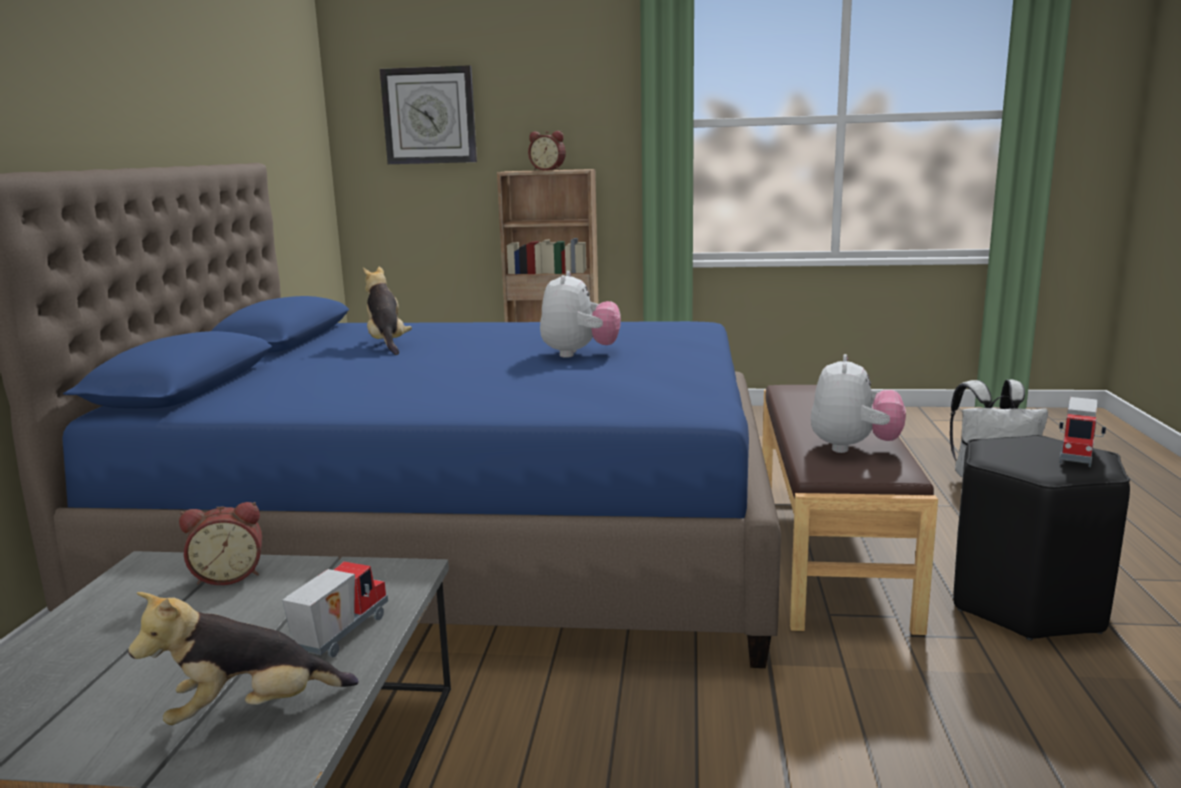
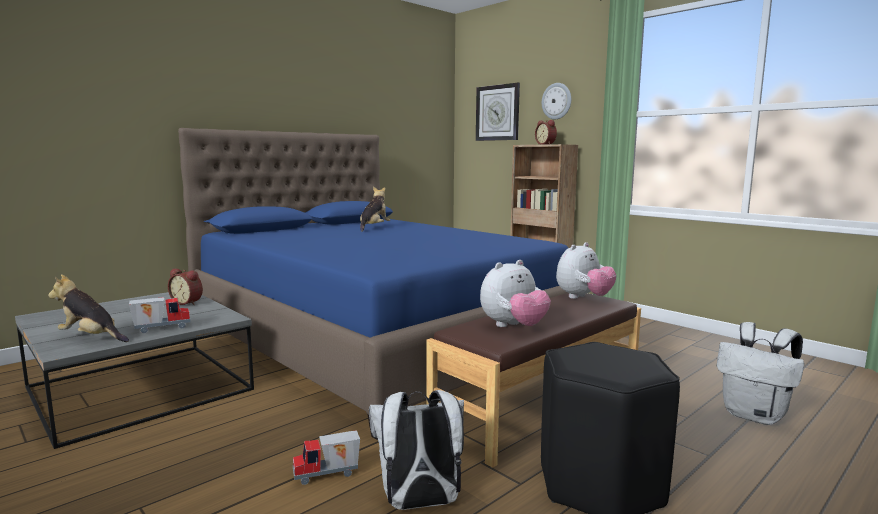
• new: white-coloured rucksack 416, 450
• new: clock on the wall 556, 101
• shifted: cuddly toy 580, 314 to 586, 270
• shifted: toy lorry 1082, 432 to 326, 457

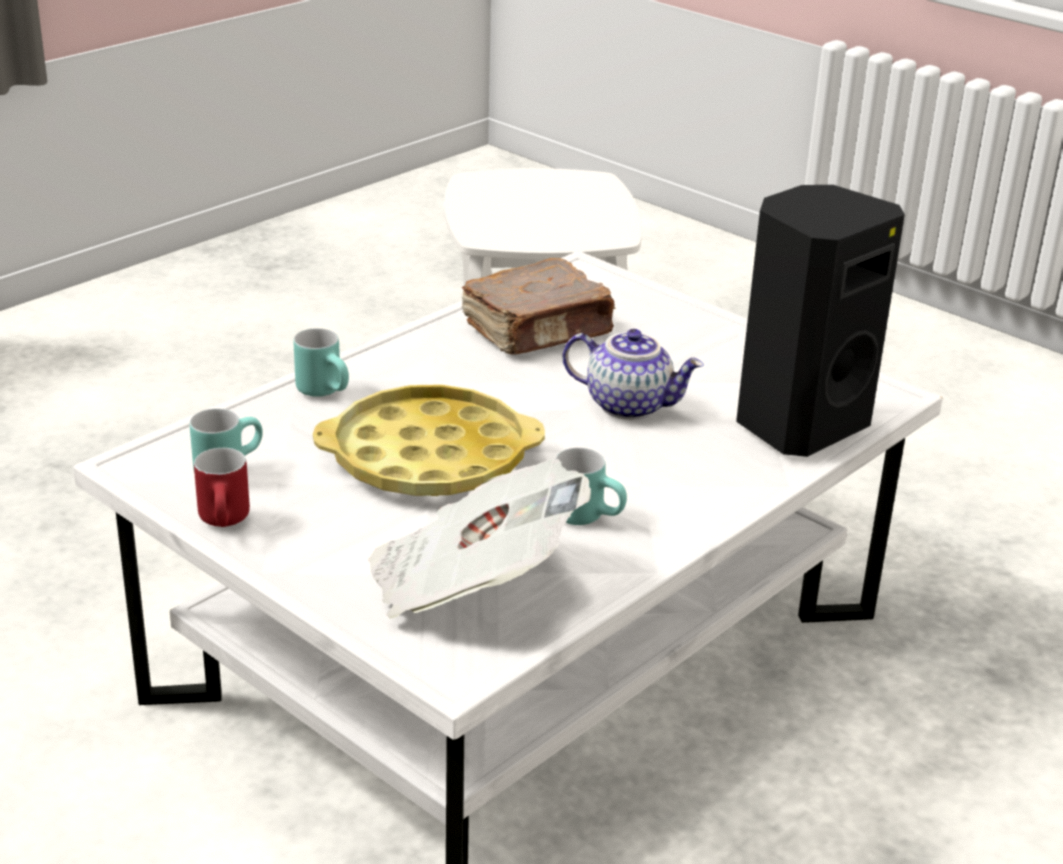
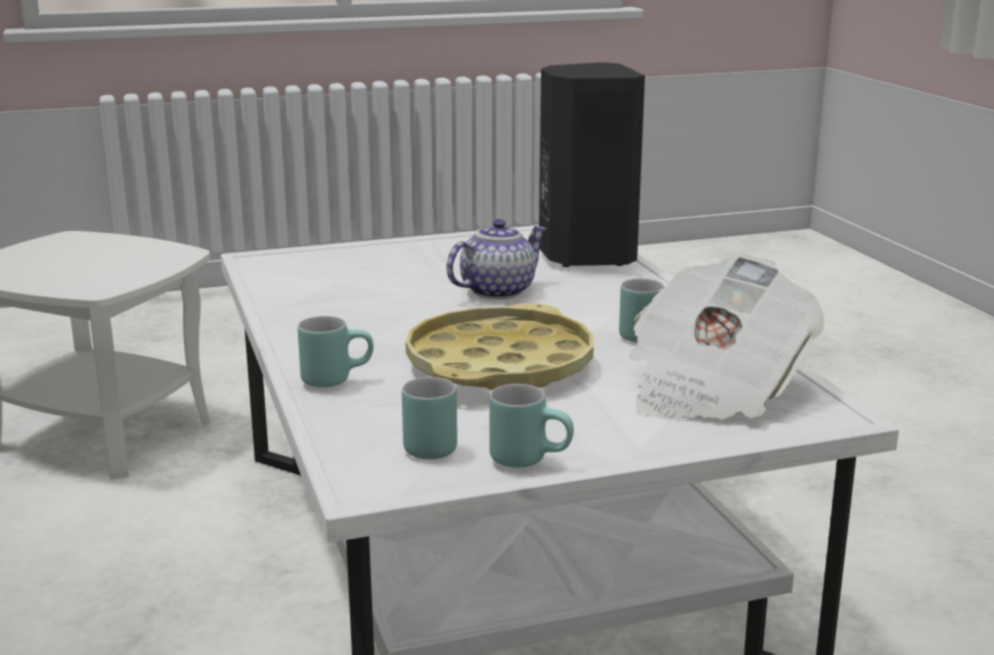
• gone: brown bound book 539, 306
• repainted: red tea mug 222, 487 to turquoise tea mug 531, 426

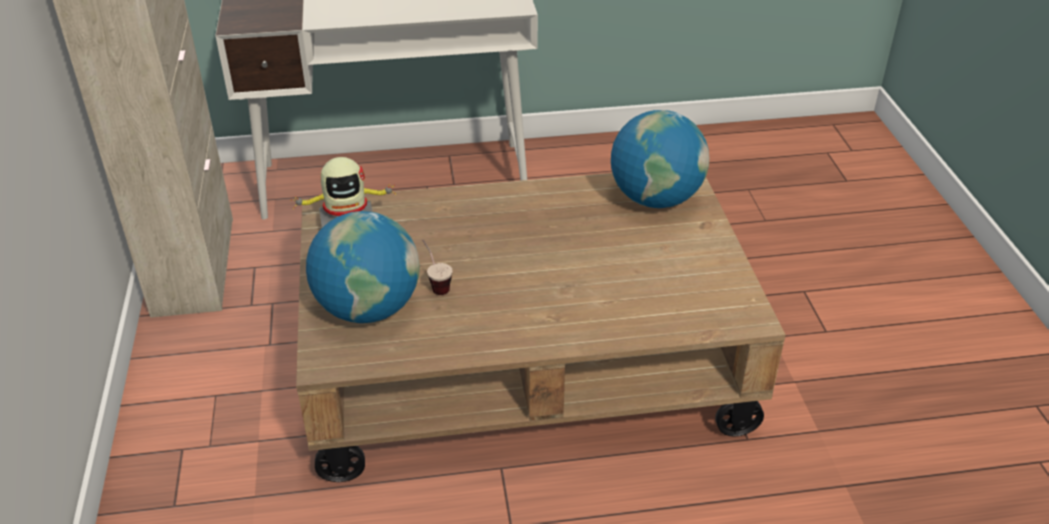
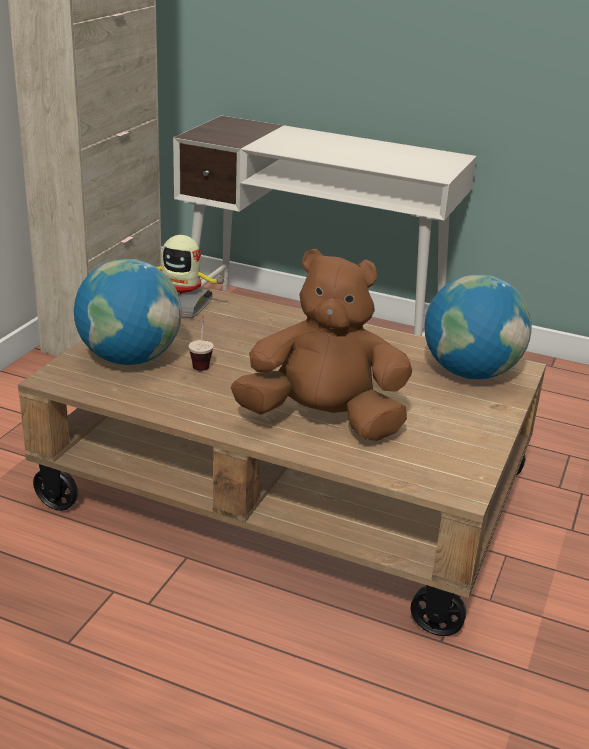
• new: brown cuddly toy 321, 345

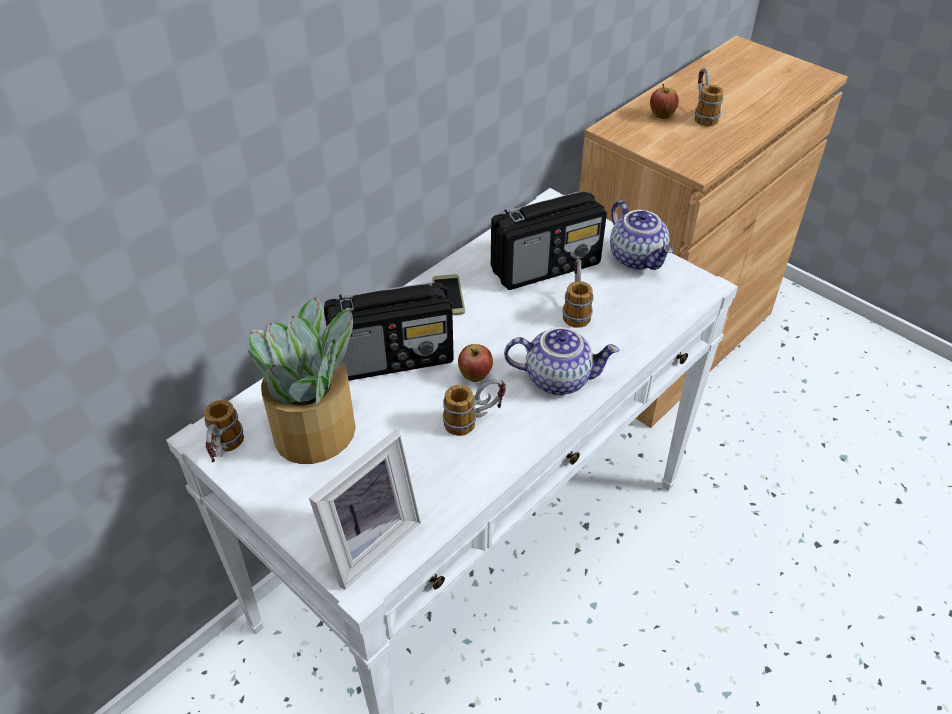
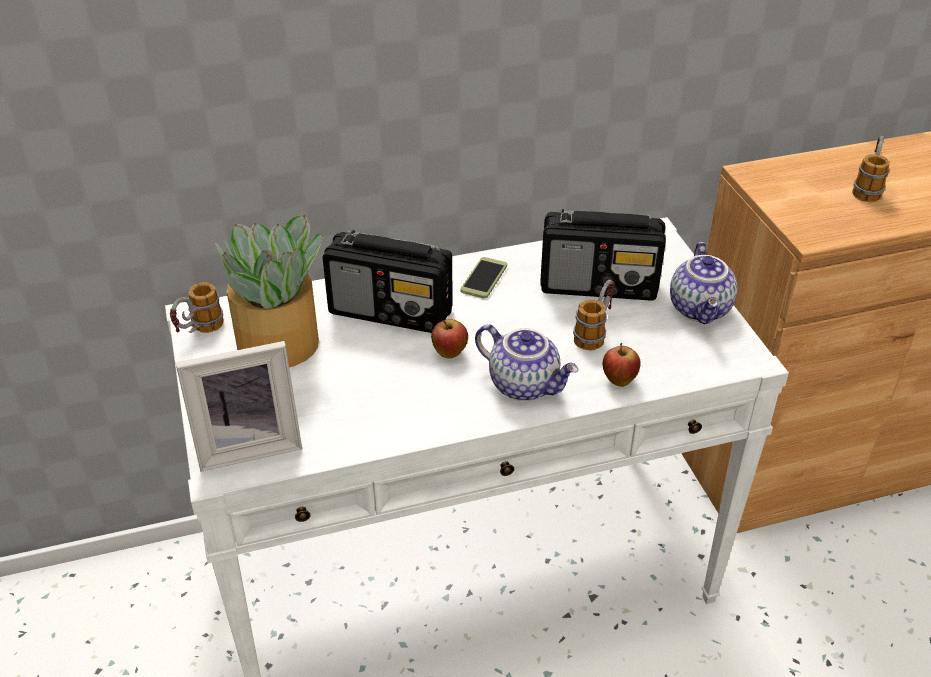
• gone: tea mug 474, 407
• shifted: apple 664, 101 to 622, 365

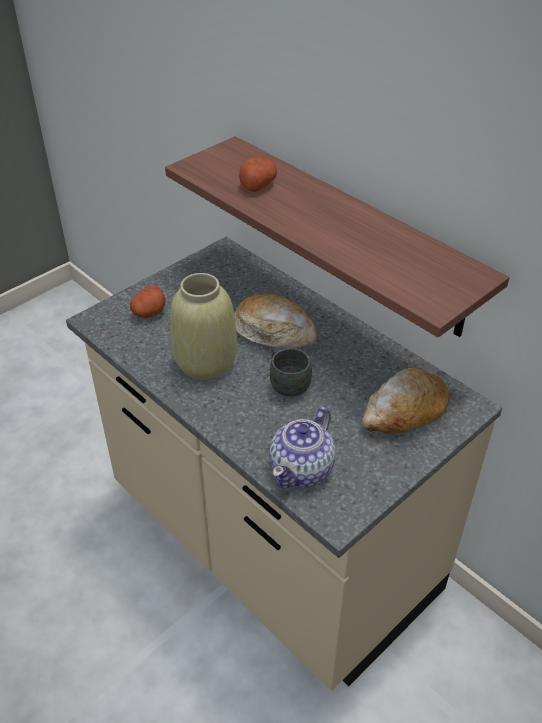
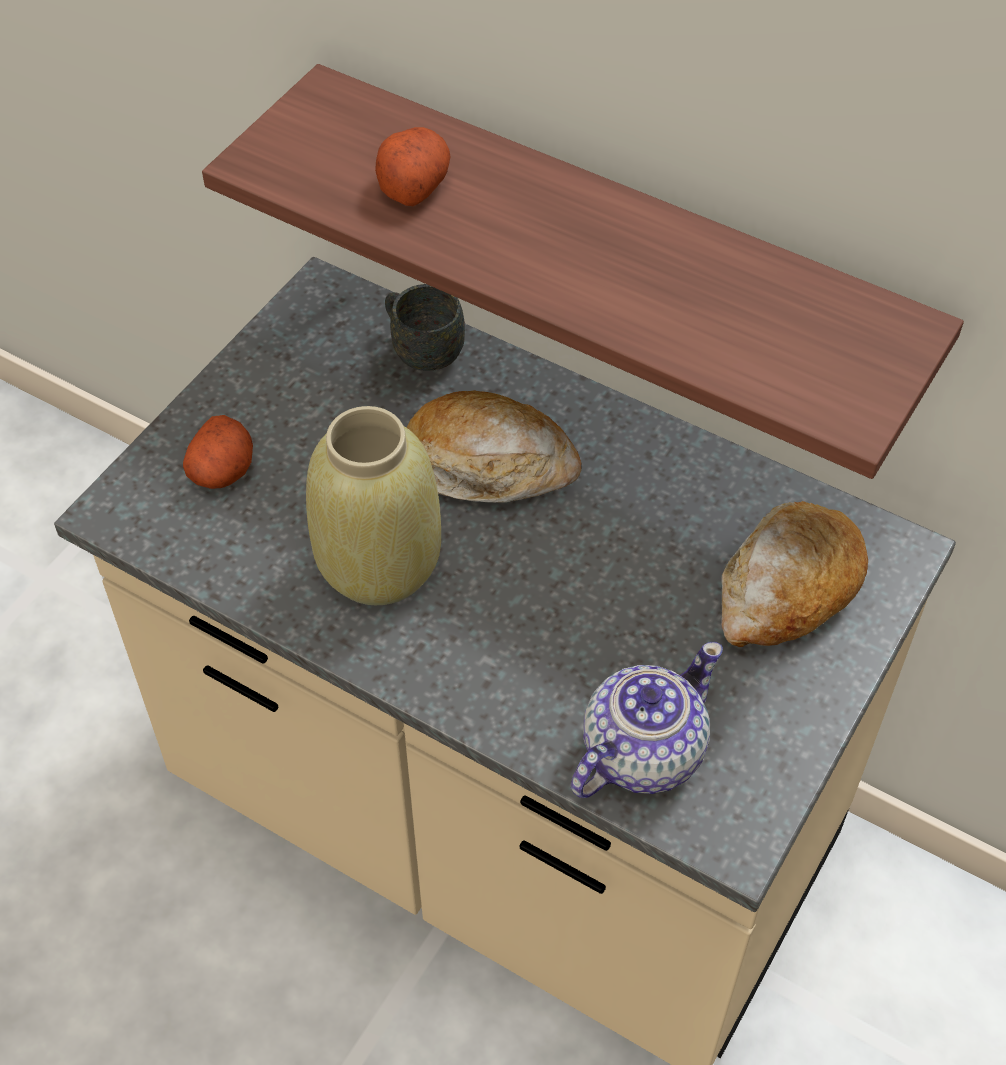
• shifted: gray tea mug 291, 372 to 425, 327
• rotated: teapot 302, 447 = 646, 720 150 degrees counterclockwise

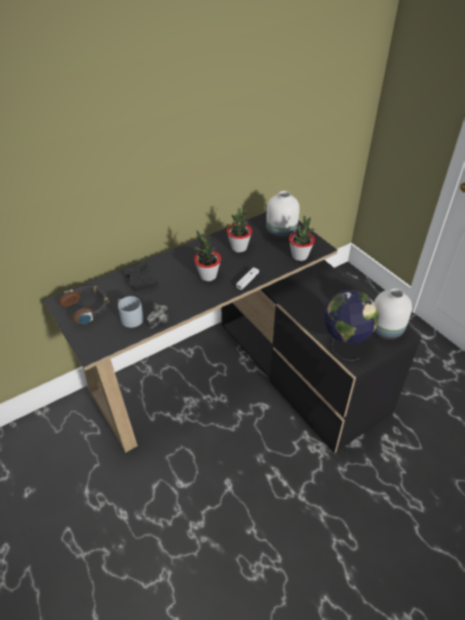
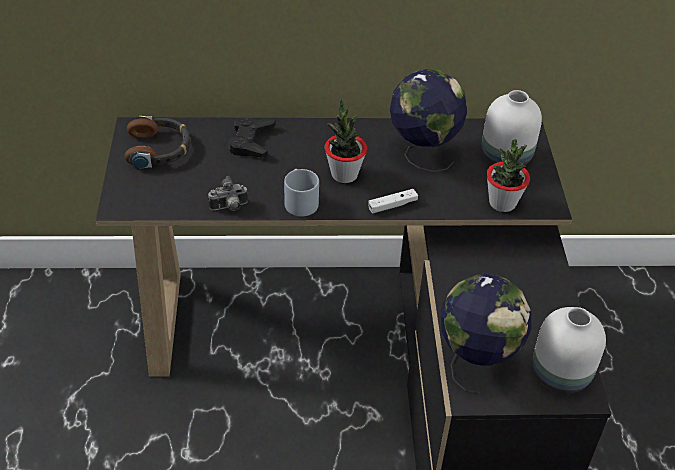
• shifted: gray tea mug 131, 312 to 301, 192
• swapped: houseplant 239, 230 to world globe 428, 120

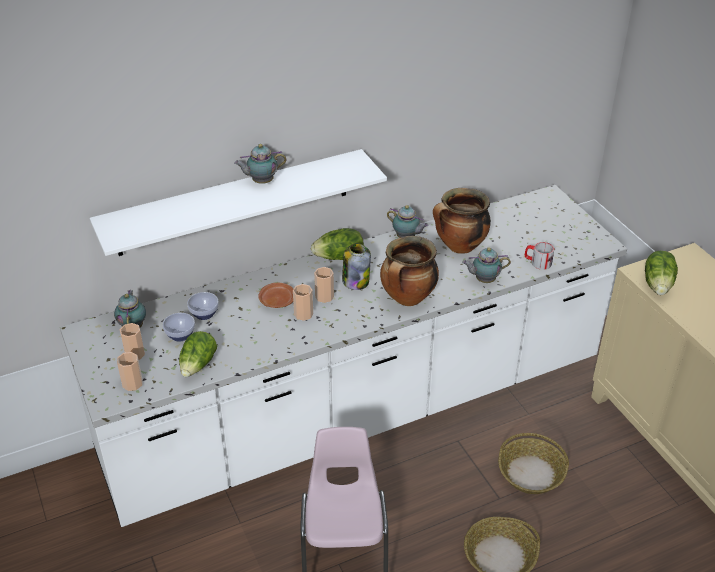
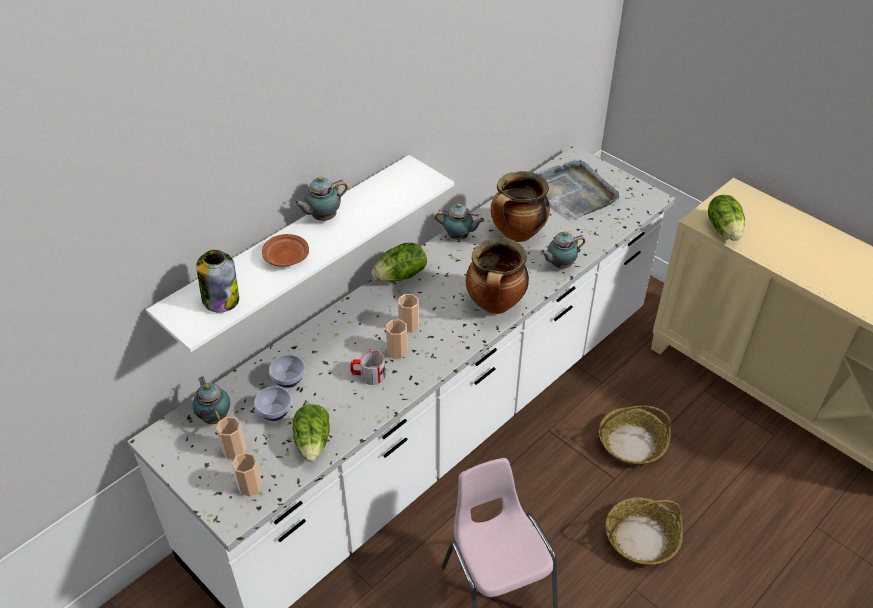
• new: gray serving tray 577, 190
• shifted: brown dinner plate 275, 295 to 285, 250
• shifted: jar 356, 266 to 217, 281
• shifted: tea mug 539, 256 to 368, 368

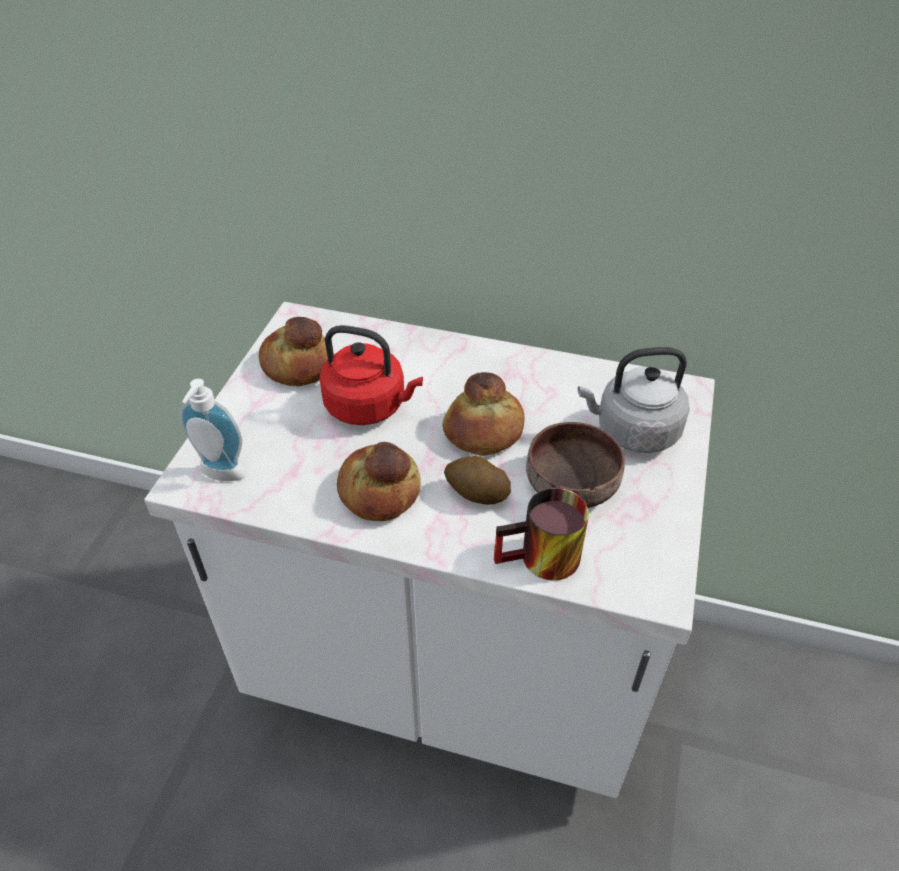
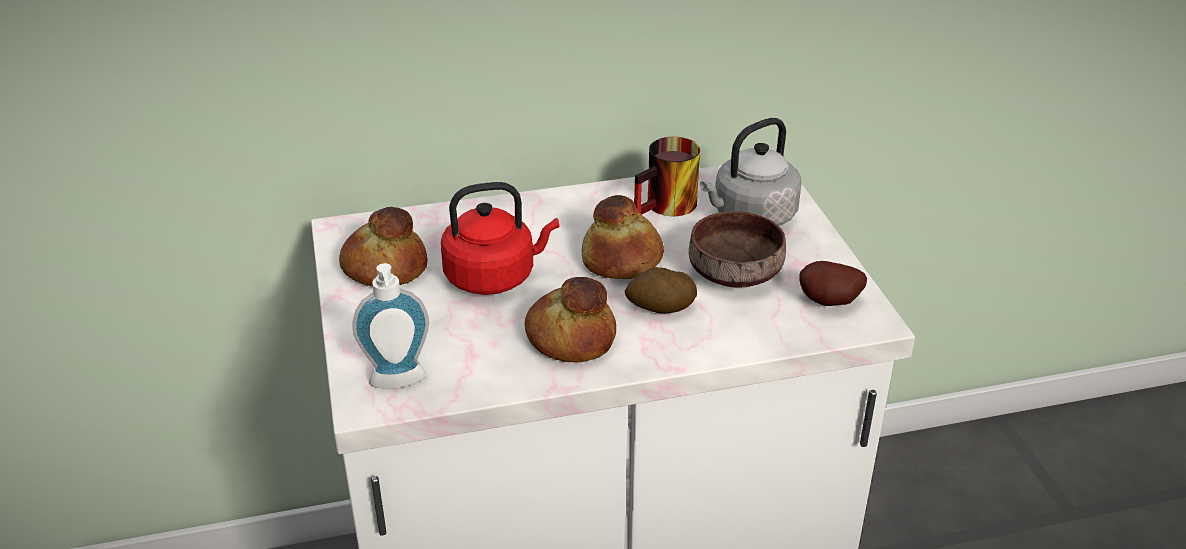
• new: whole potato 833, 283
• shifted: tea mug 541, 534 to 667, 176

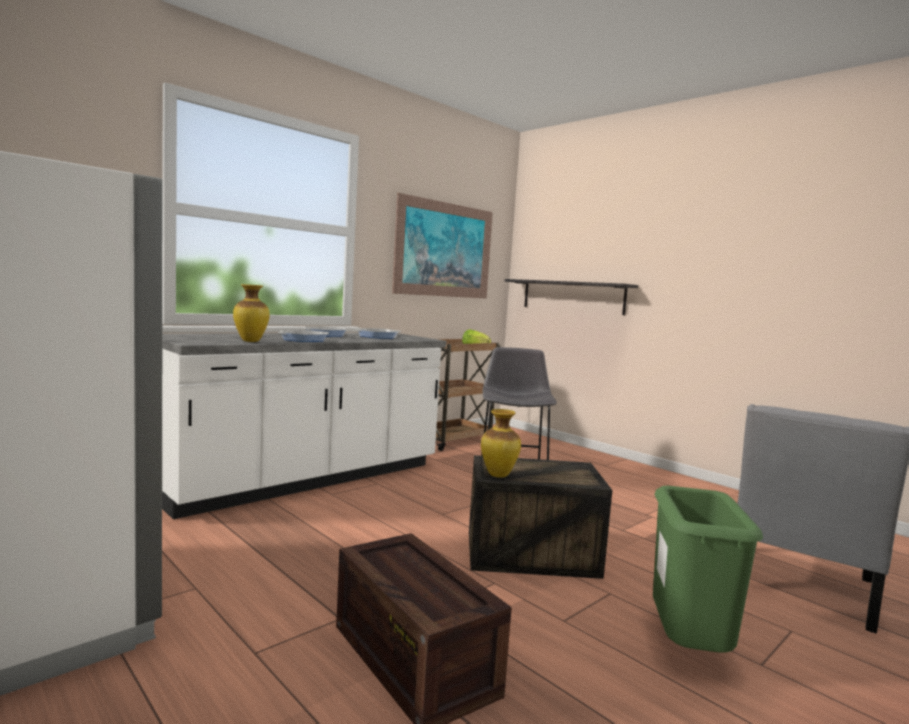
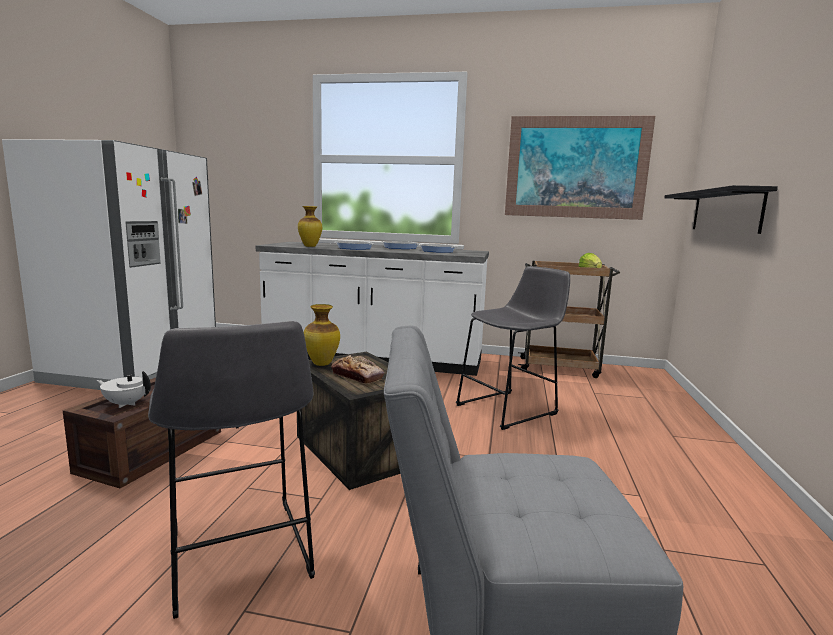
• new: white-coloured teapot 123, 389
• new: bakery bread 357, 369
• swapped: green trash can 708, 569 to gray stool seat 231, 470

